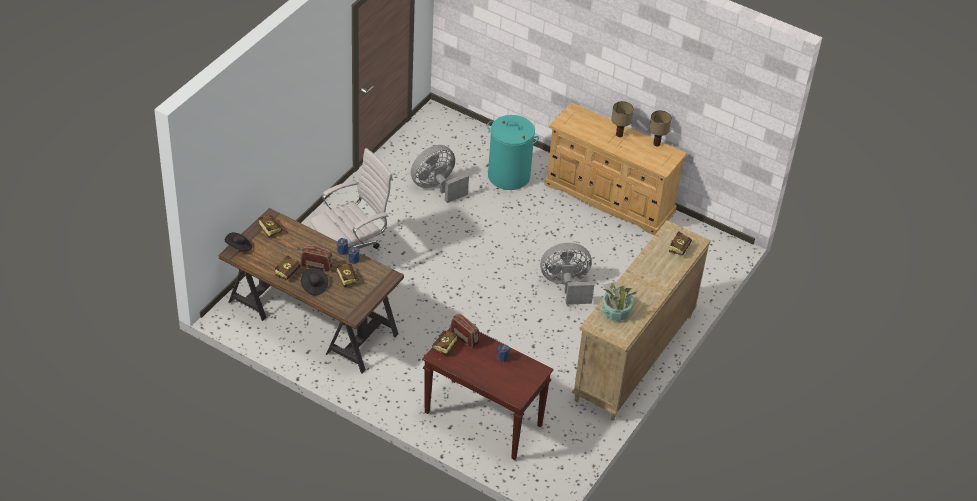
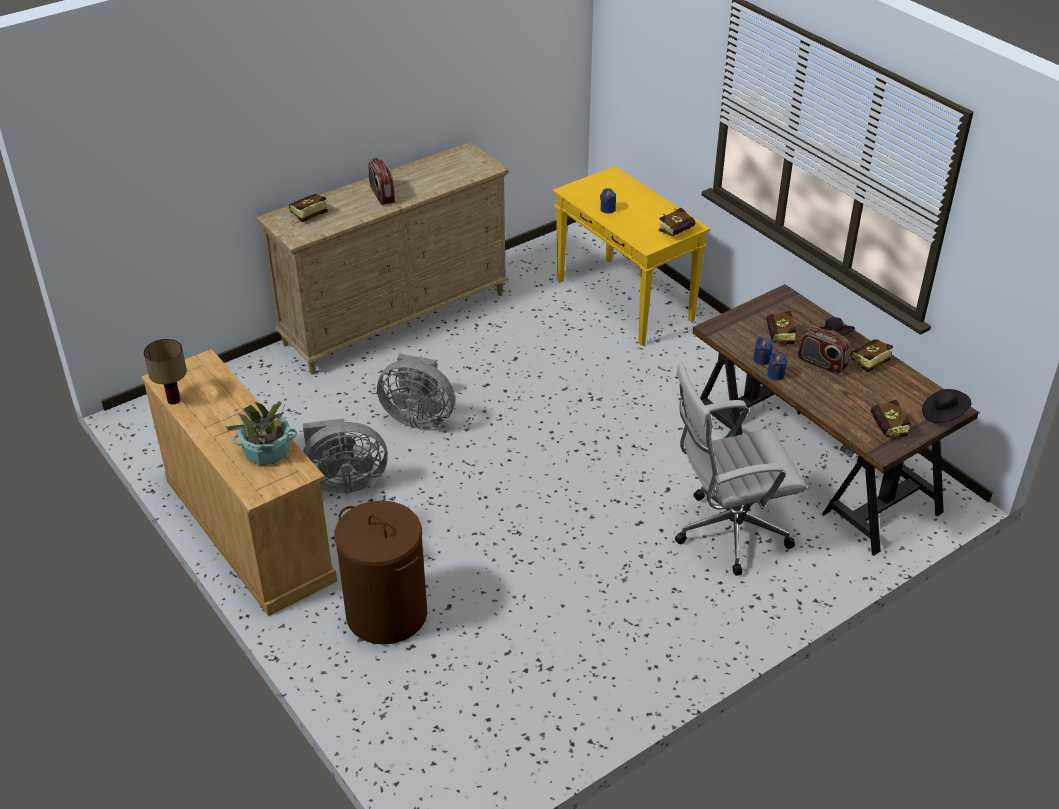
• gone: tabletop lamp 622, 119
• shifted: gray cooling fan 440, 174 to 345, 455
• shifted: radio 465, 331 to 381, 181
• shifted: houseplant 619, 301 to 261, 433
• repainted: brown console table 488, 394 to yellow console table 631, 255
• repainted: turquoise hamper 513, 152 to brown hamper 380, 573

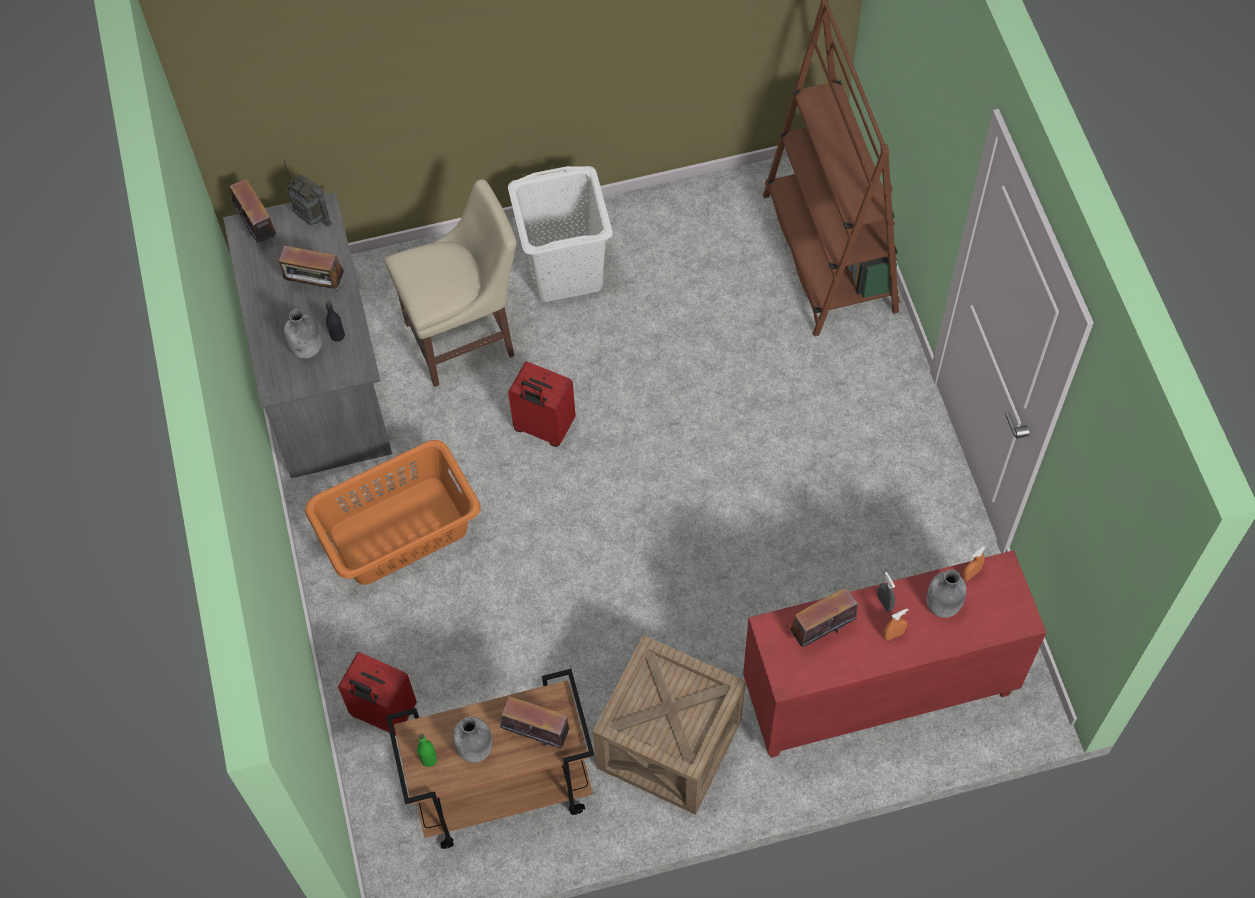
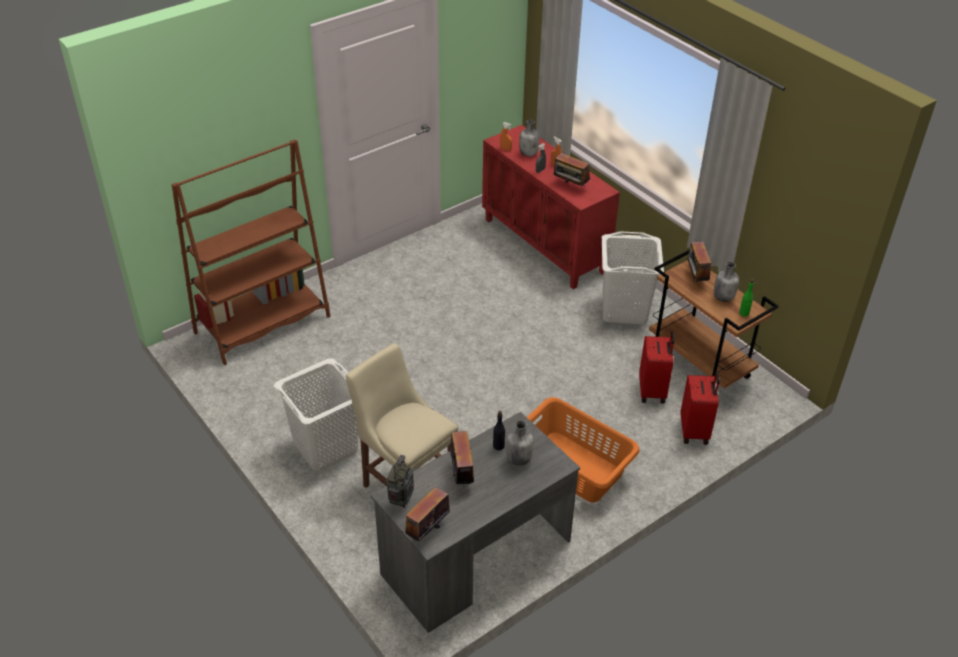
• shifted: red piece of luggage 542, 404 to 656, 367
• swapped: packing crate 669, 725 to white-coloured hamper 633, 277

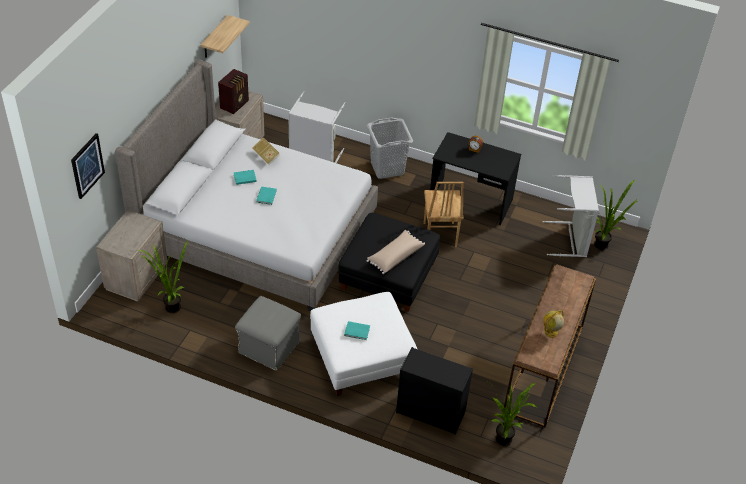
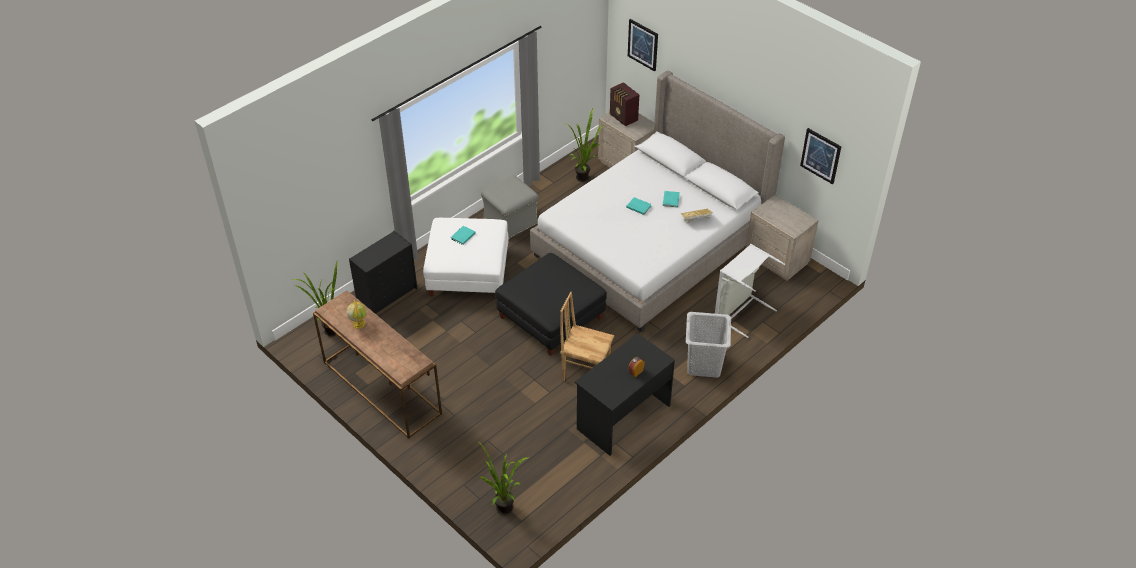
• gone: sand-coloured pillow 396, 252
• gone: gray hamper 570, 216
• shifted: radio 233, 91 to 624, 104
• swapped: wall shelf 225, 36 to picture 821, 156

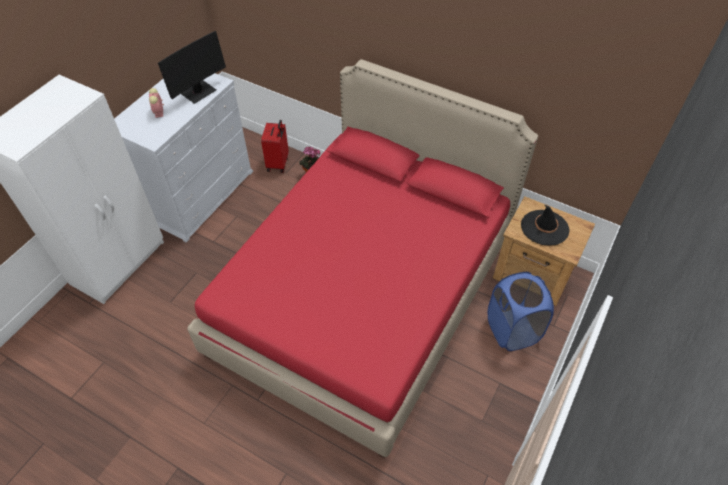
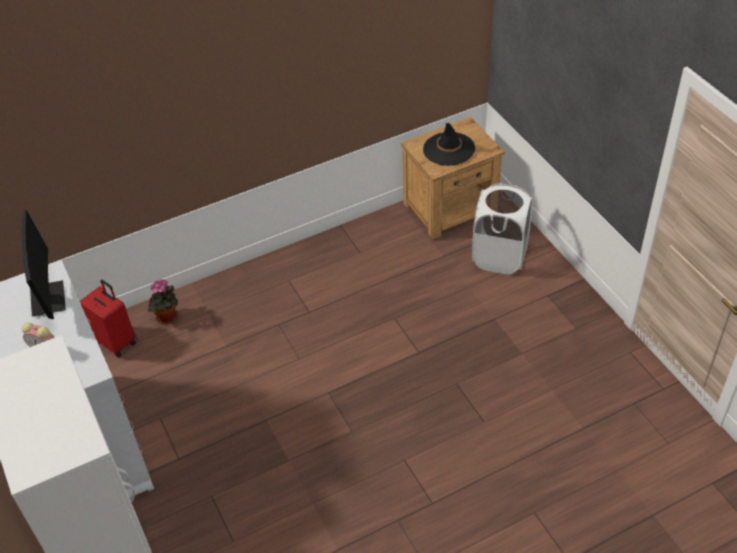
• gone: red bed 362, 258
• repainted: blue hamper 521, 311 to white-coloured hamper 502, 228

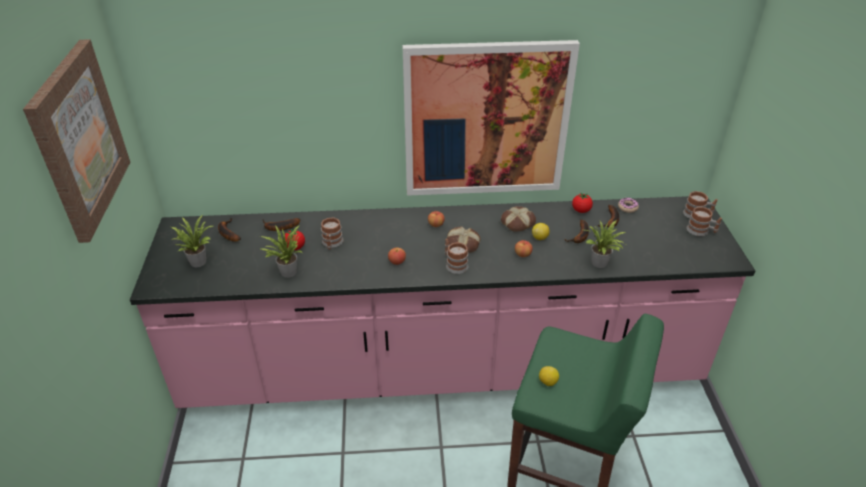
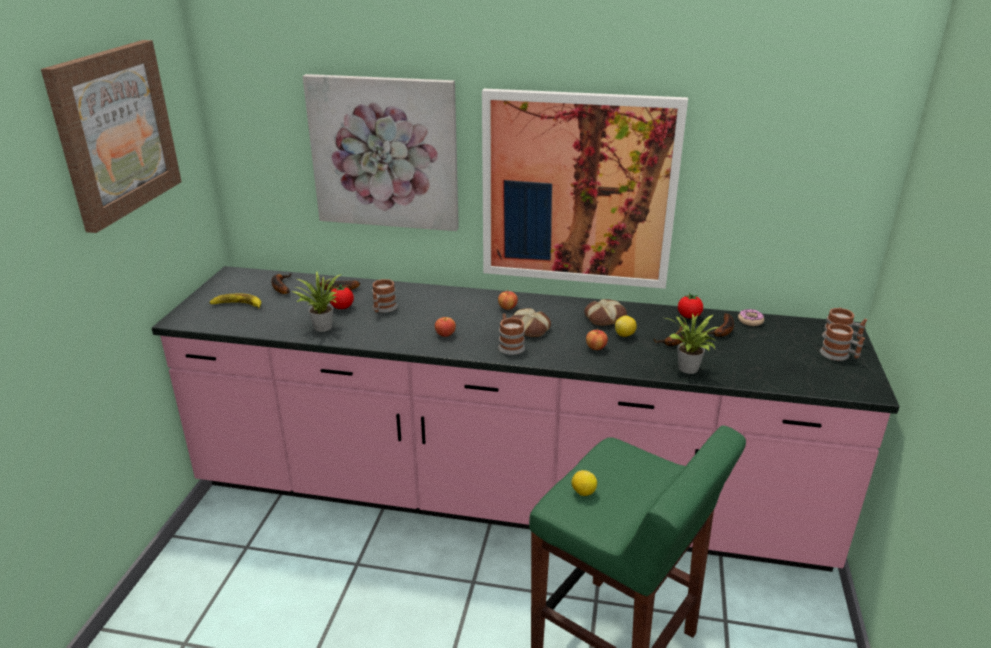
• new: picture 381, 152
• swapped: houseplant 192, 241 to banana 235, 301

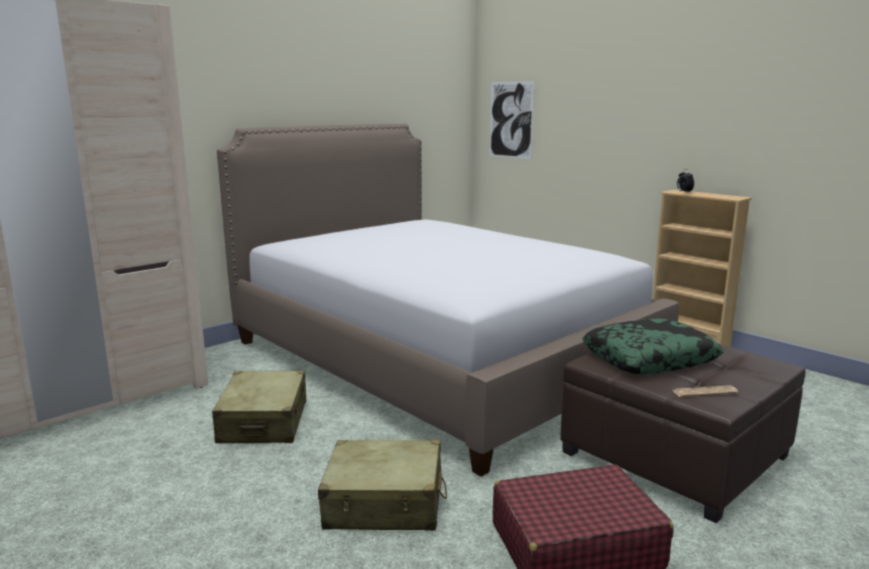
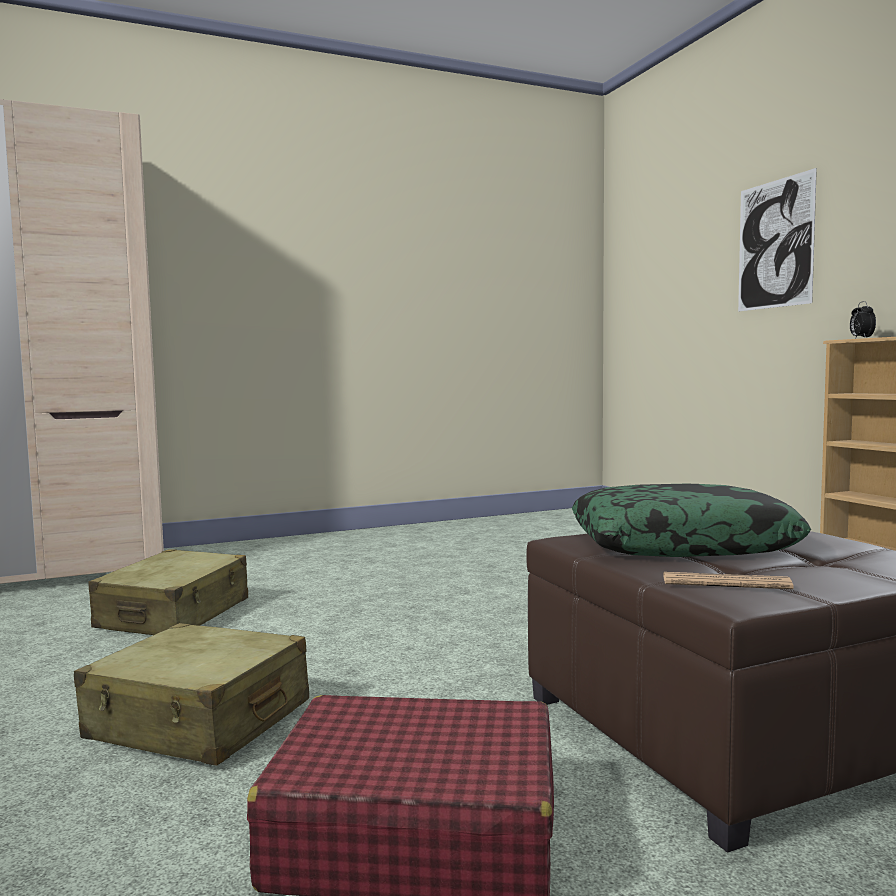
• gone: bed 448, 300
• shifted: picture 512, 120 to 777, 240

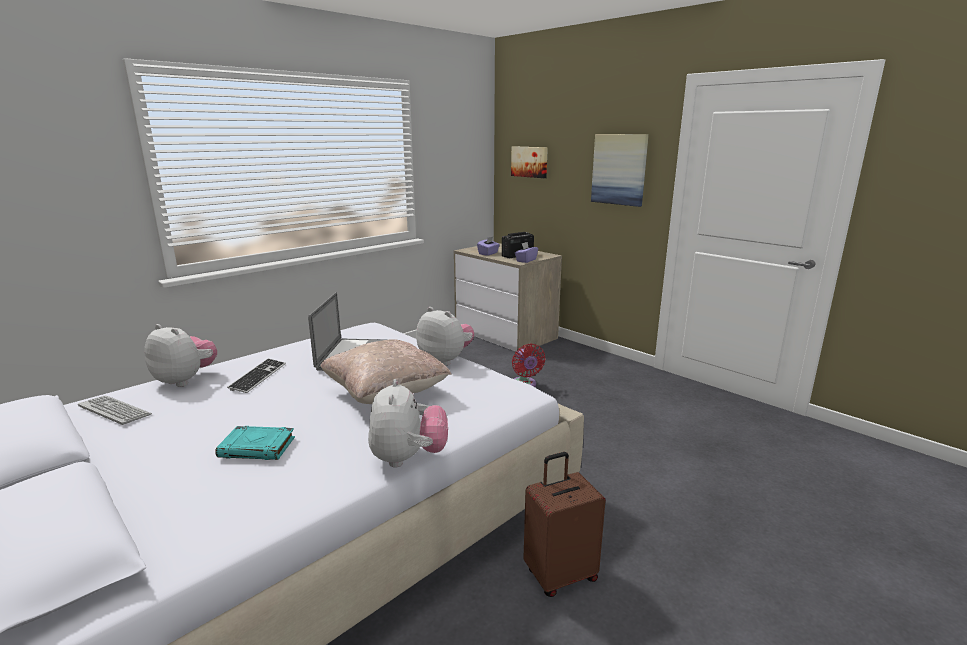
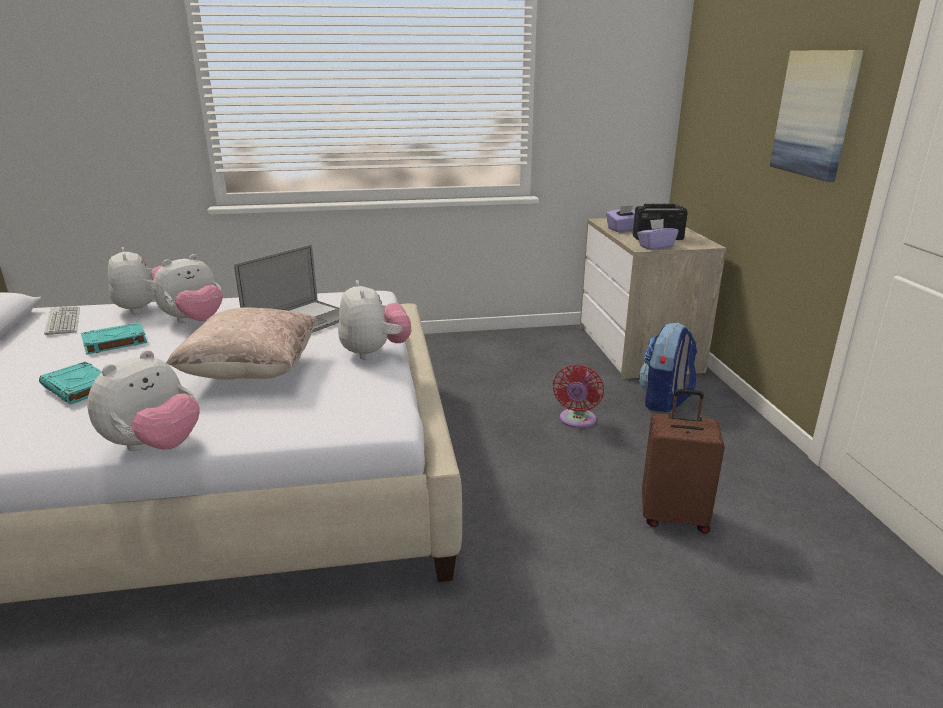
• gone: picture 529, 162
• new: turquoise bound book 114, 338
• new: rucksack 668, 367
• shifted: brown piece of luggage 564, 524 to 683, 461
• swapped: PC keyboard 256, 375 to cuddly toy 187, 288

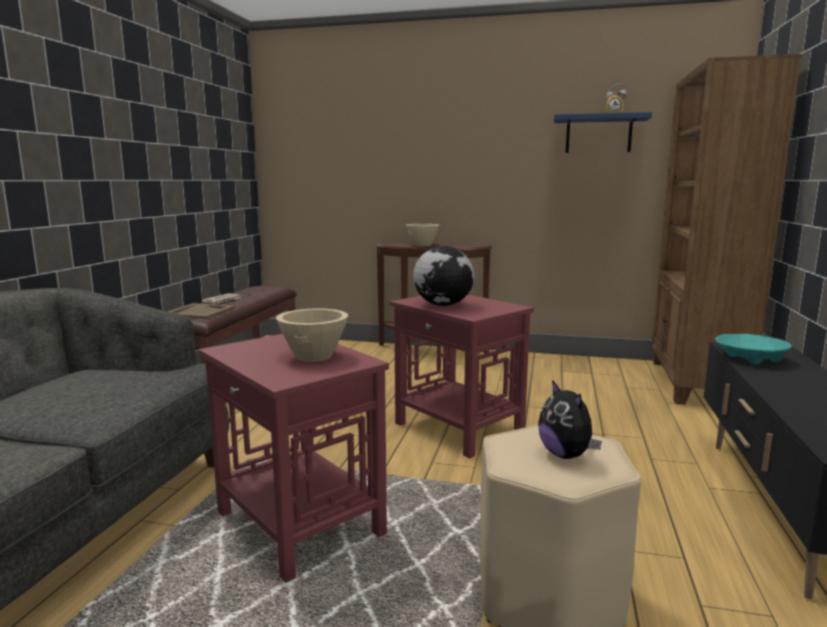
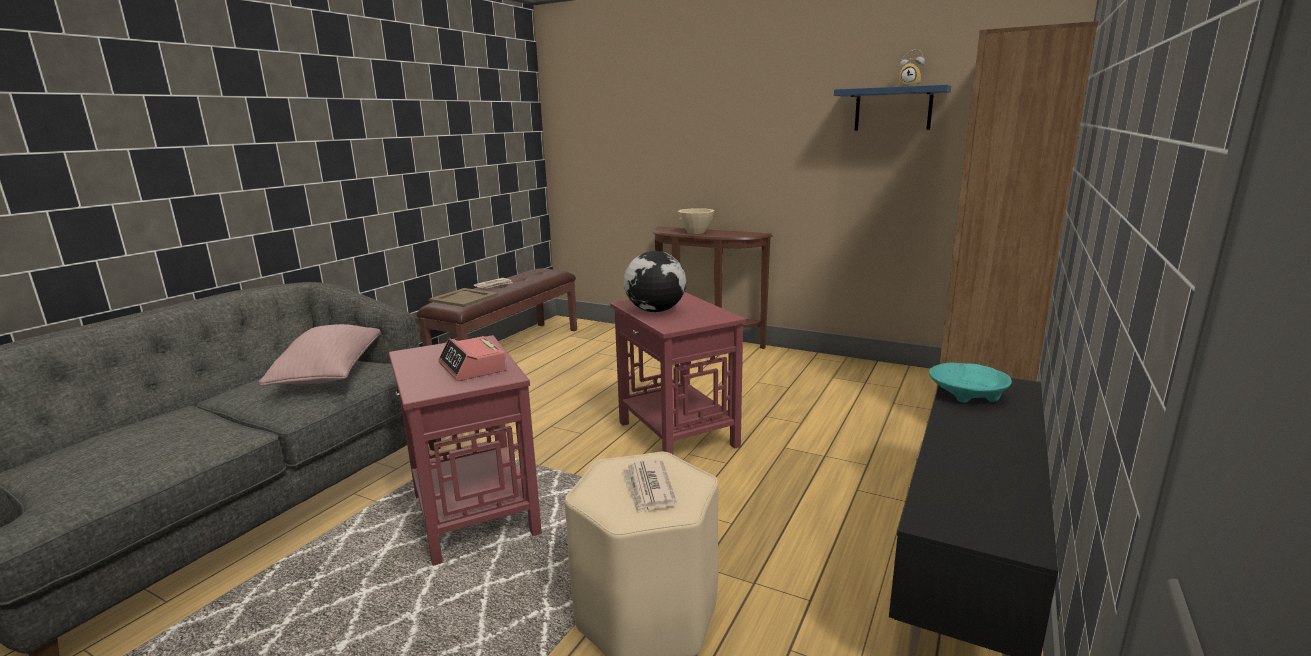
• new: pink-coloured pillow 320, 355
• swapped: sand-coloured deep dish 312, 335 to table clock 472, 358
• swapped: cuddly toy 570, 419 to daily paper 649, 487

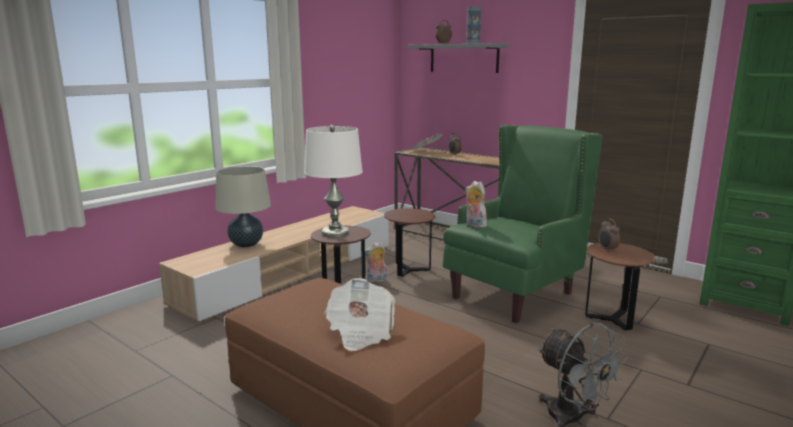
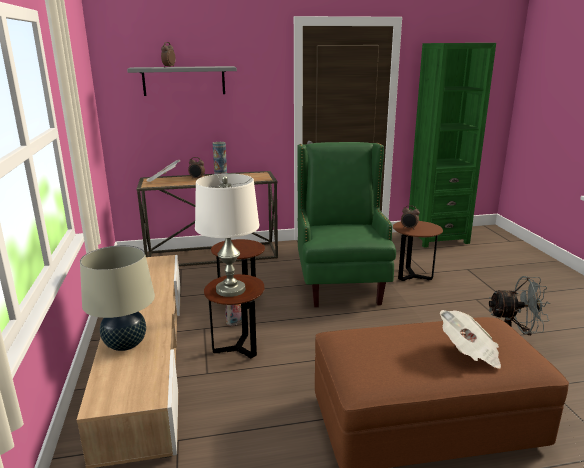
• gone: cuddly toy 476, 204
• shifted: flower vase 473, 25 to 220, 158

